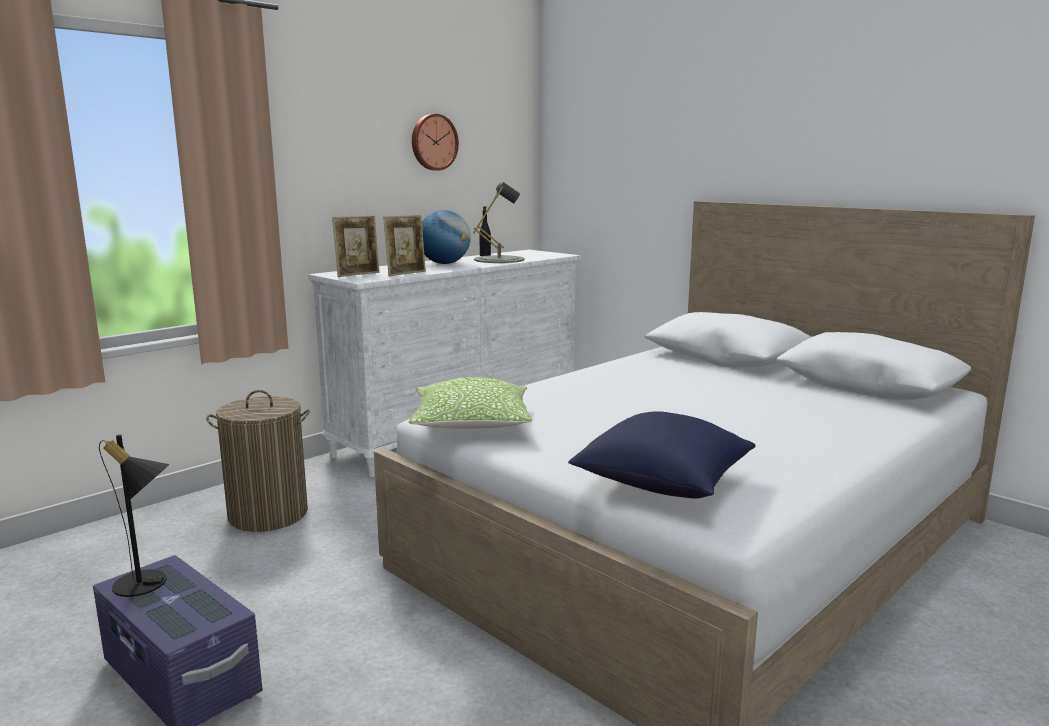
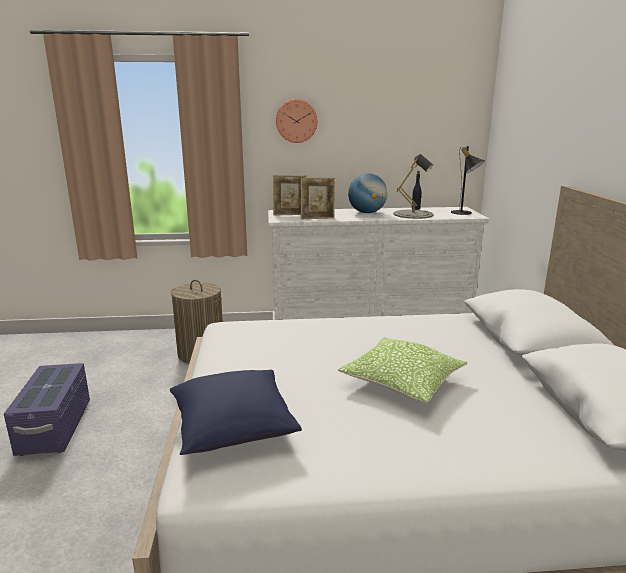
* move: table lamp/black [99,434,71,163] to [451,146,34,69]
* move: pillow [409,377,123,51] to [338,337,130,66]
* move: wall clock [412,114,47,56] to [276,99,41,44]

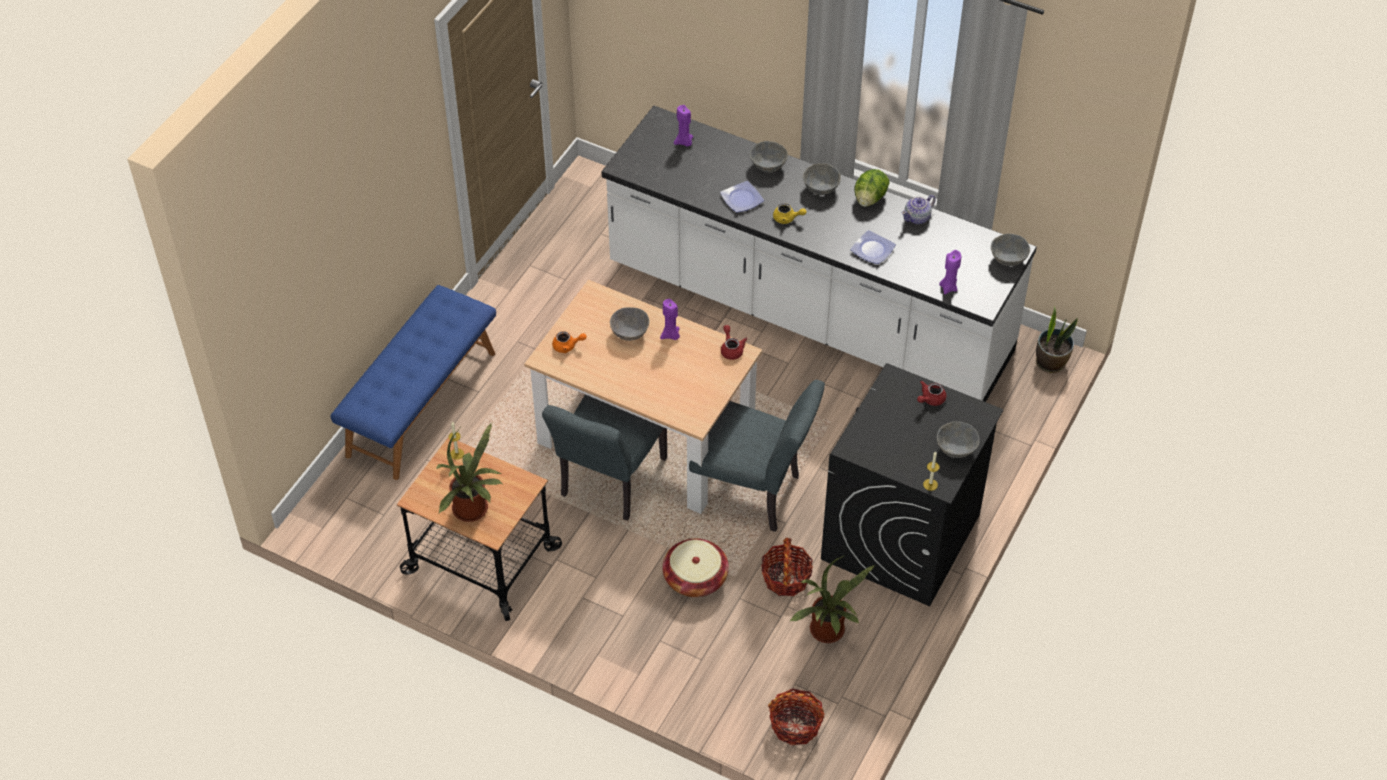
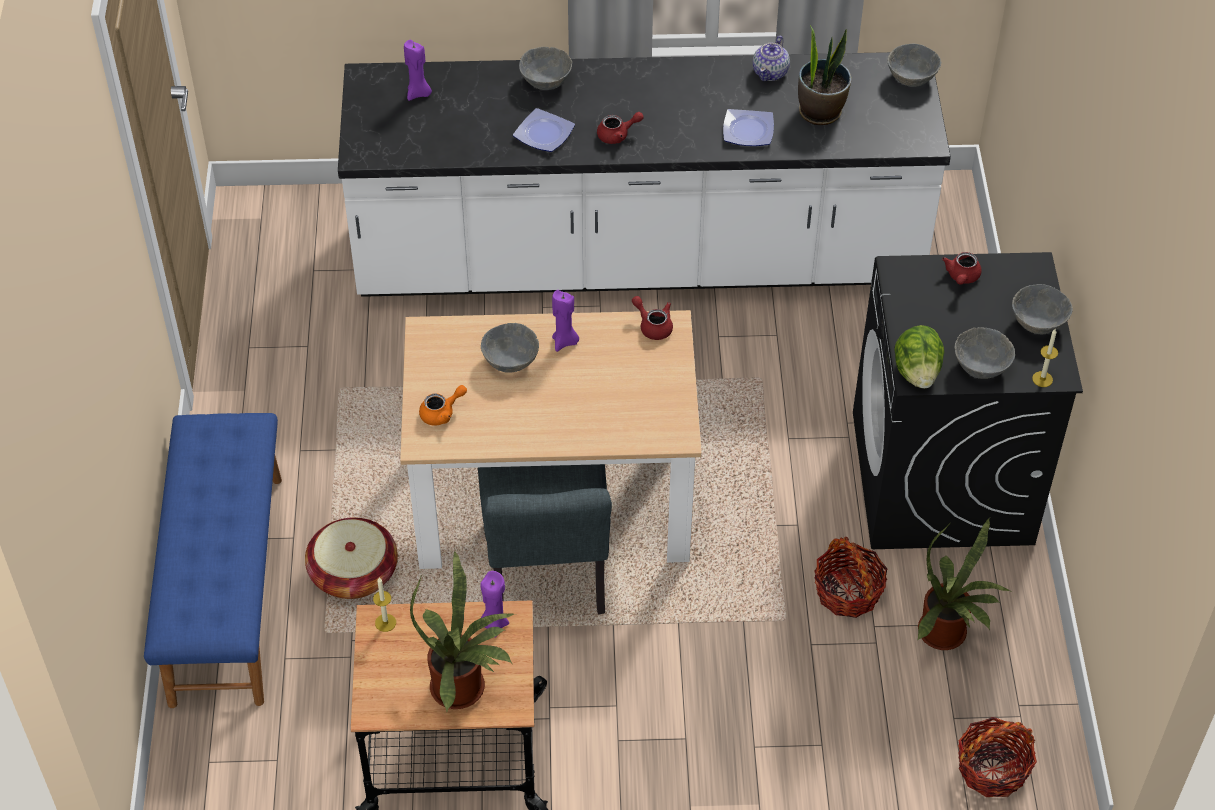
* move: basket [662,539,67,58] to [305,517,93,82]
* delete: chair/grey [689,380,136,152]
* recolor: teapot/yellow [773,203,33,21] to teapot/red [597,112,47,32]
* move: bowl/grey [803,163,38,32] to [954,327,61,52]
* move: lettuce [854,169,35,38] to [894,325,50,63]
* move: candle/purple [939,250,22,44] to [481,571,28,67]
* move: potted plant [1036,306,42,67] to [798,26,53,99]

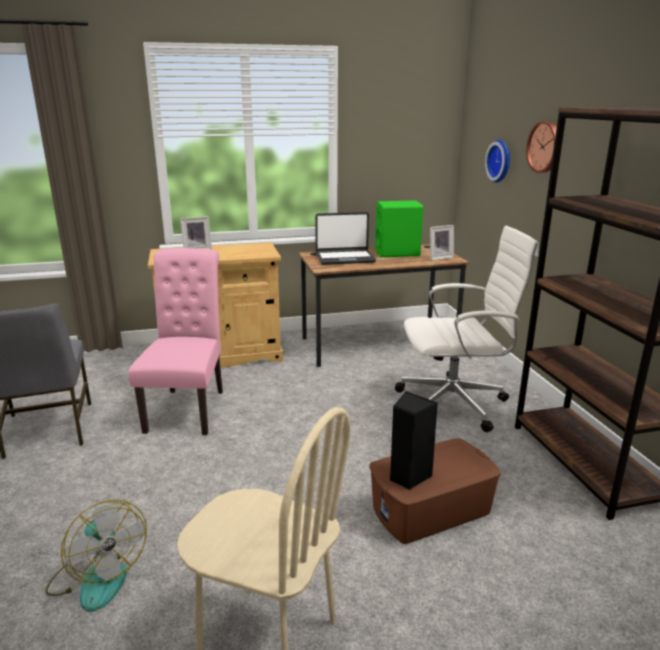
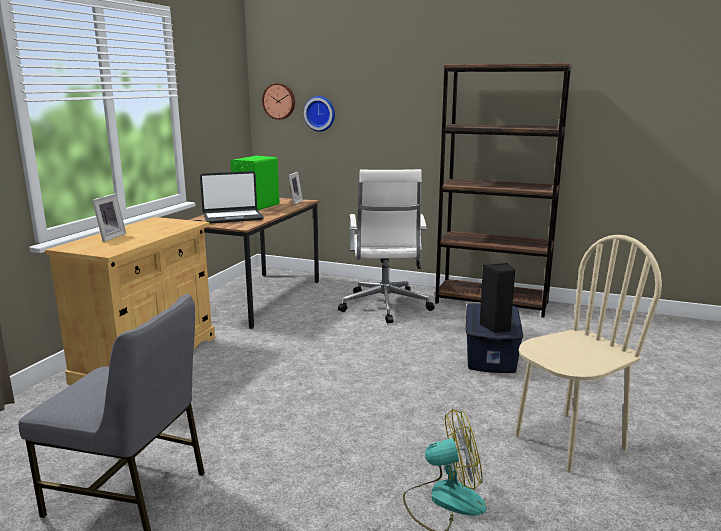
* delete: chair/pink [128,248,95,187]
* rotate: laptop [315,212,61,53] = [200,171,64,53] 45 degrees clockwise
* recolor: storage box/brown [369,438,132,106] to storage box/blue [466,303,57,70]
* rotate: office chair/white [395,226,144,206] = [338,169,97,154] 150 degrees clockwise
* move: wall clock [526,121,31,52] to [262,83,33,37]

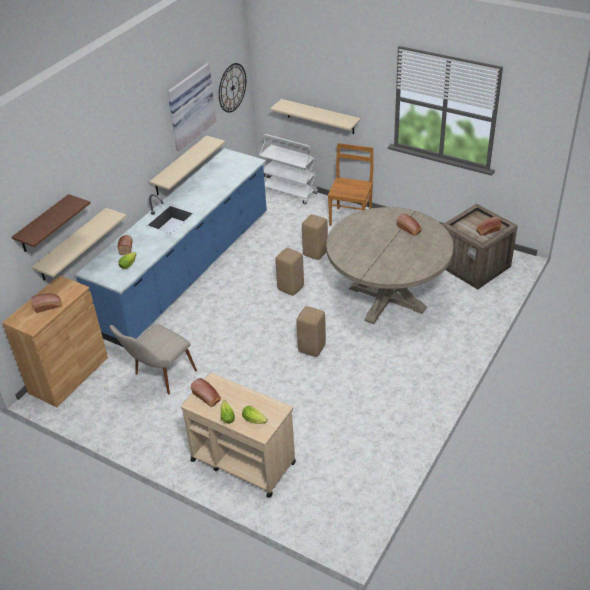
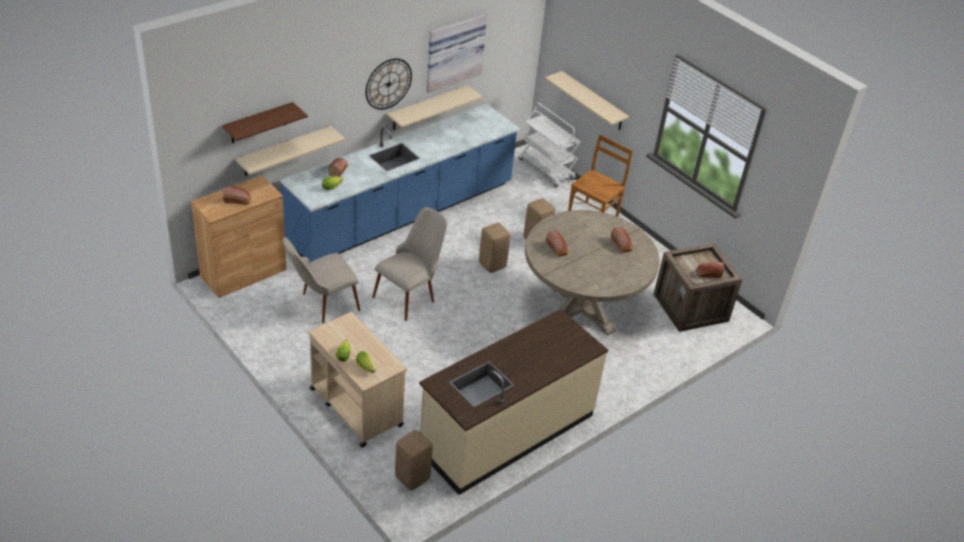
* move: bread [190,378,31,29] to [546,230,22,27]
* move: wall clock [219,63,27,50] to [365,58,47,52]
* move: stool/beige [296,306,30,51] to [395,430,37,61]
* insert: chair/beige [372,207,75,114]
* insert: counter/beige [419,309,189,186]

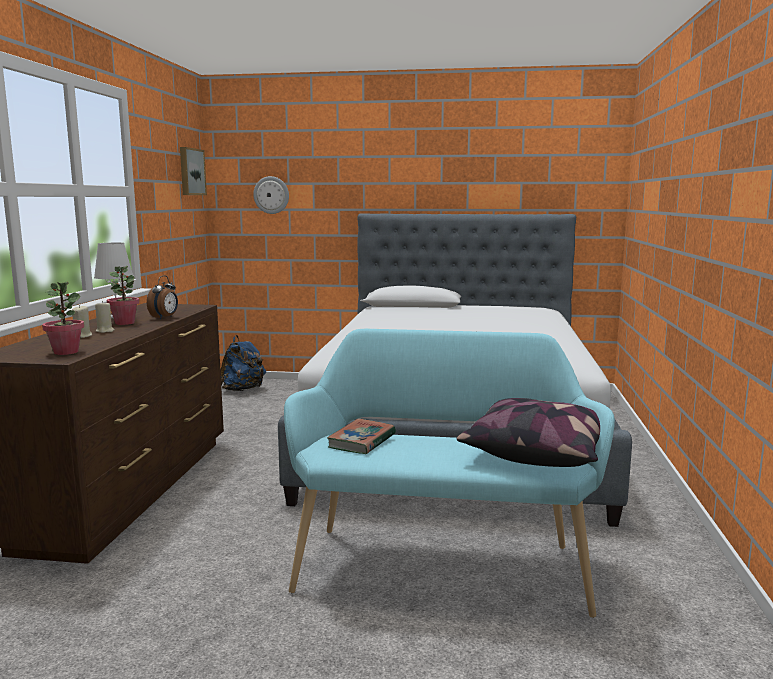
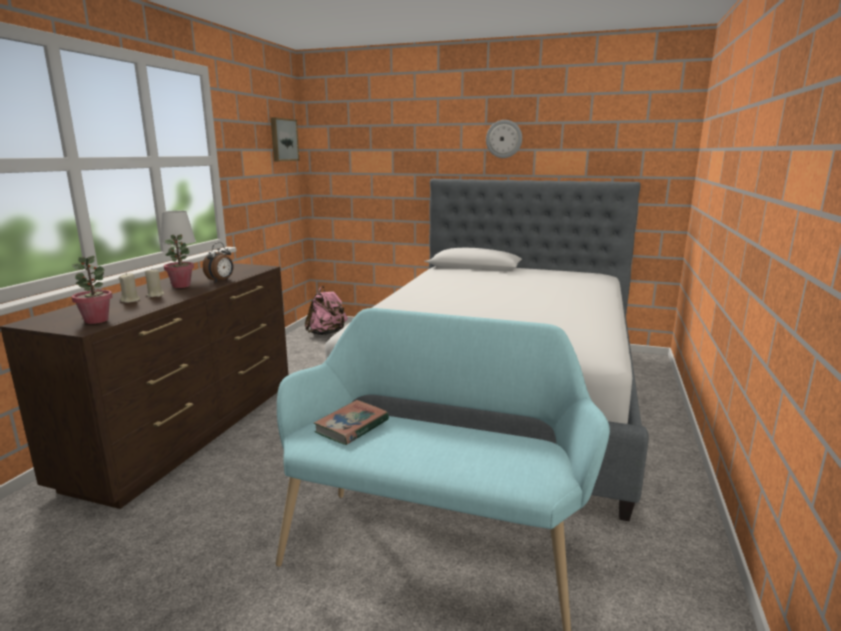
* recolor: backpack/blue [220,335,46,56] to backpack/pink [305,286,43,49]
* move: wall clock [253,176,36,38] to [486,120,36,38]
* delete: pillow [456,398,144,69]

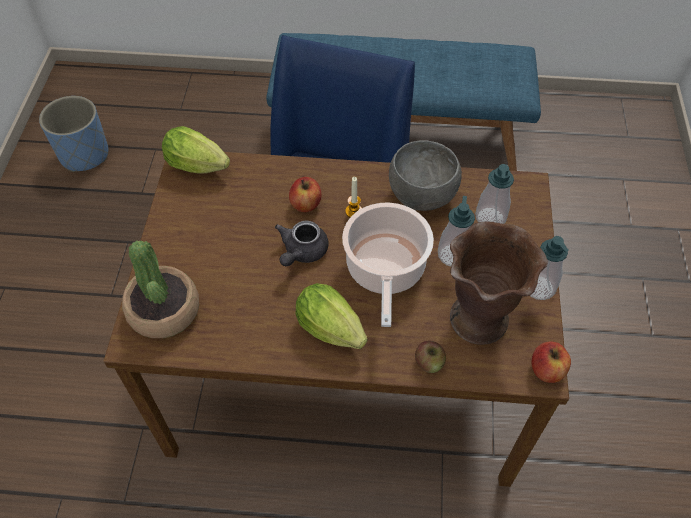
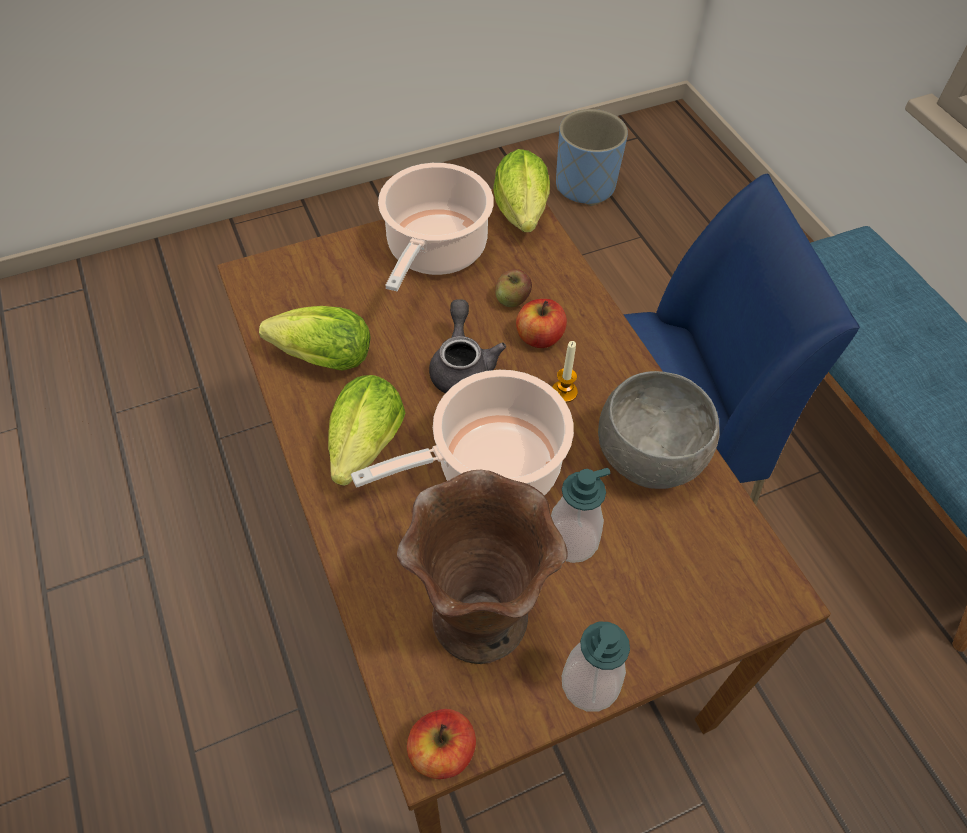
* delete: potted plant [122,241,77,97]
* rotate: teapot/grey [275,221,54,45] = [429,299,77,94] 90 degrees clockwise
* move: apple [415,341,31,32] to [495,269,37,38]
* delete: soap dispenser [475,164,39,60]
* insert: lettuce [259,306,111,64]
* insert: cooking pot [378,163,116,128]

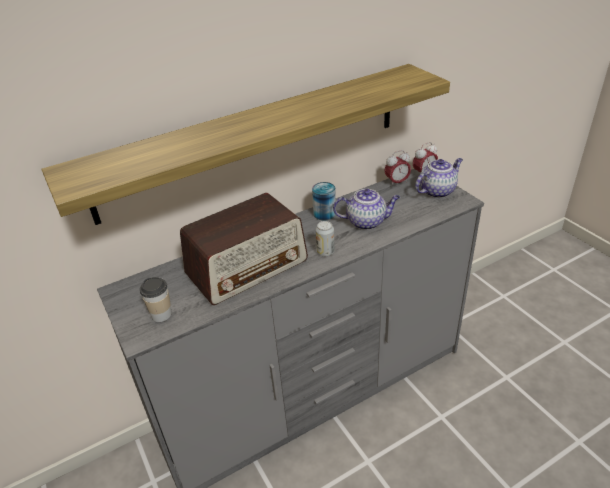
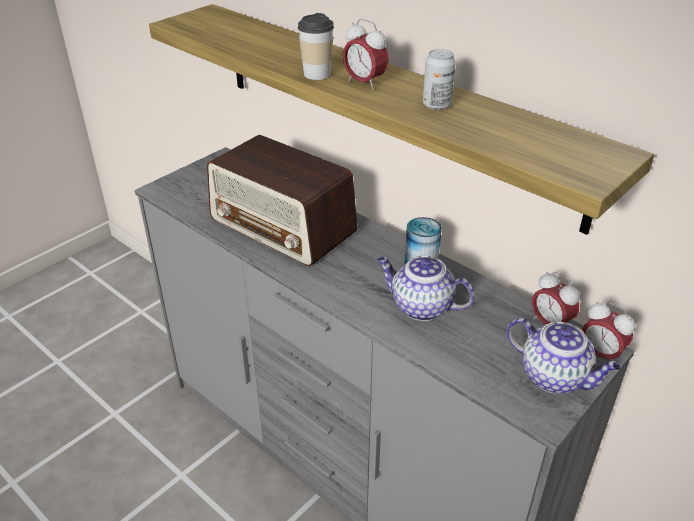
* move: cup [140,277,32,45] to [298,13,36,67]
* move: can [316,221,19,35] to [423,49,33,61]
* rotate: teapot [333,189,67,41] = [377,256,98,65] 135 degrees clockwise
* insert: alarm clock [343,19,46,71]

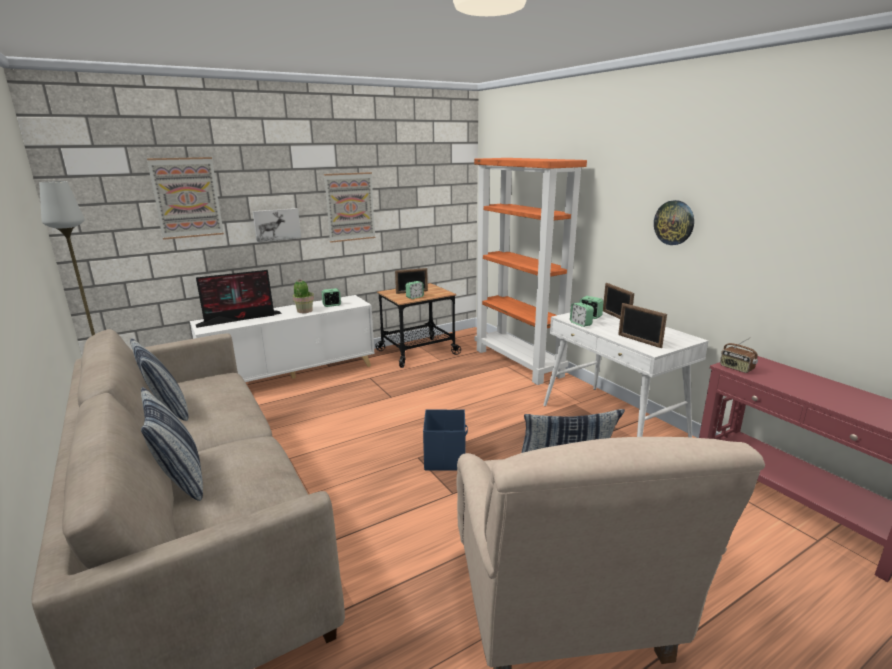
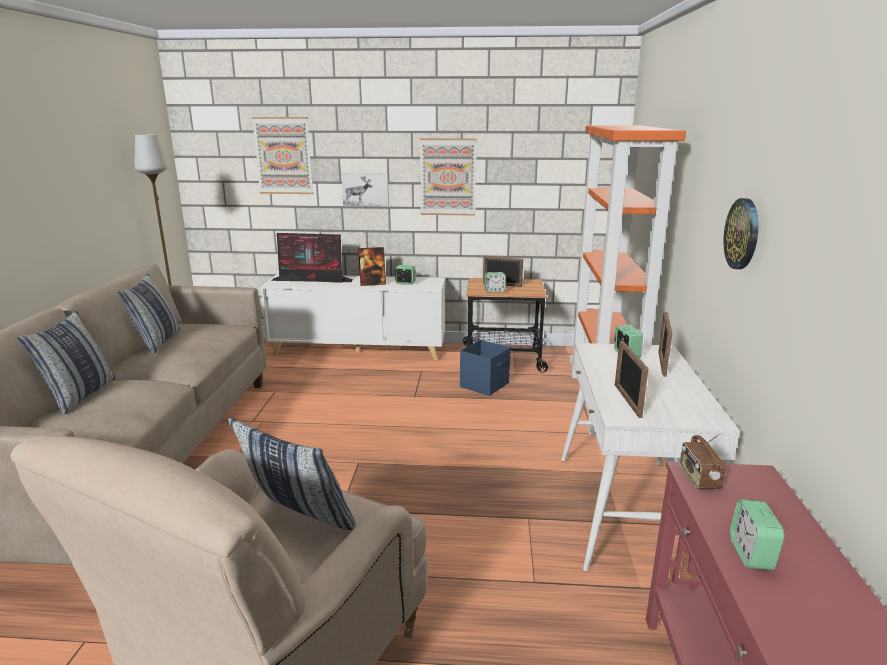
* replace: potted plant [293,279,21,34] to picture frame [358,247,28,39]
* move: storage box/blue [423,410,45,61] to [460,340,51,56]
* move: alarm clock [570,302,24,25] to [730,499,54,71]

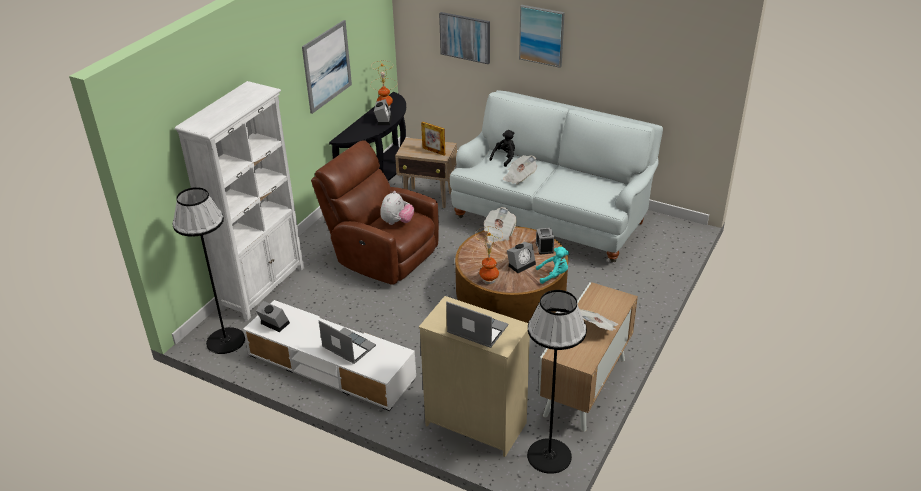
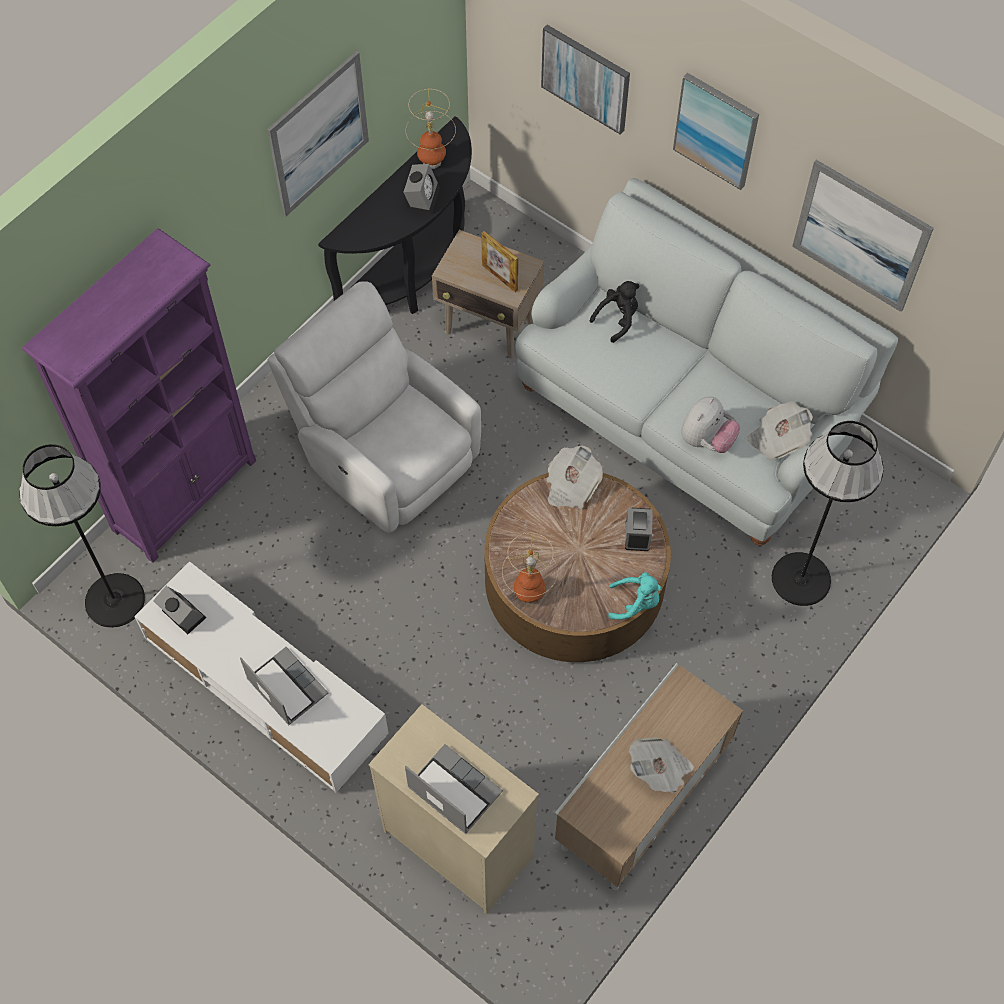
* recolor: bookcase/white [175,81,129,239] to bookcase/purple [22,228,234,335]
* recolor: armchair/brown [311,140,128,145] to armchair/white [267,281,214,252]
* move: plush toy [380,191,34,34] to [681,396,59,57]
* move: newspaper [503,155,34,29] to [748,401,65,60]
* delete: alarm clock [507,242,29,31]
* move: floor lamp/black [527,290,60,184] to [772,421,112,185]
* insert: picture [792,160,142,152]

